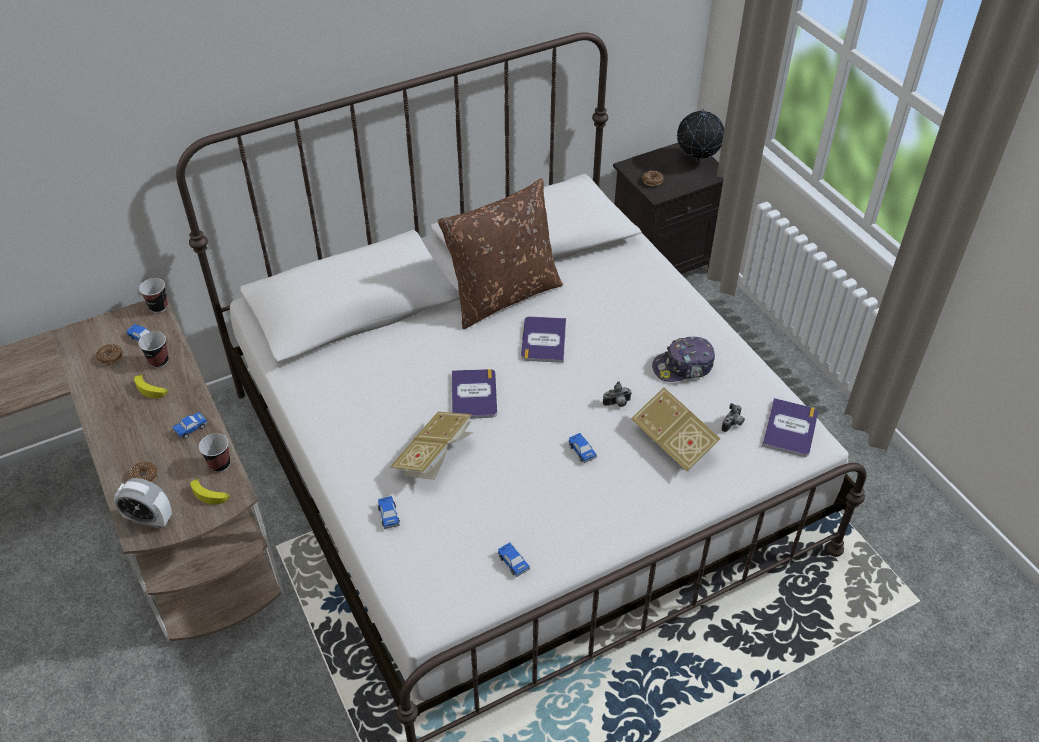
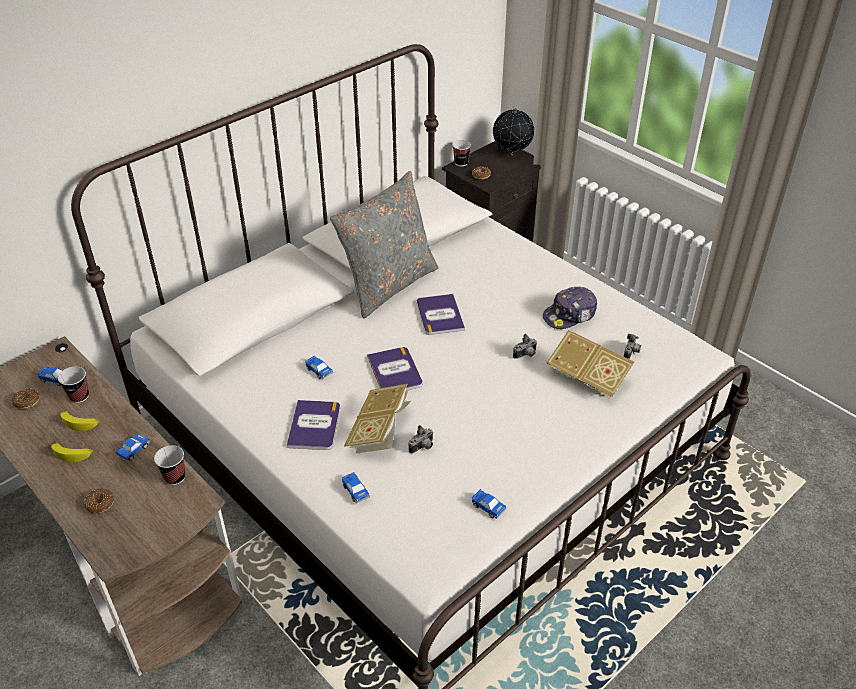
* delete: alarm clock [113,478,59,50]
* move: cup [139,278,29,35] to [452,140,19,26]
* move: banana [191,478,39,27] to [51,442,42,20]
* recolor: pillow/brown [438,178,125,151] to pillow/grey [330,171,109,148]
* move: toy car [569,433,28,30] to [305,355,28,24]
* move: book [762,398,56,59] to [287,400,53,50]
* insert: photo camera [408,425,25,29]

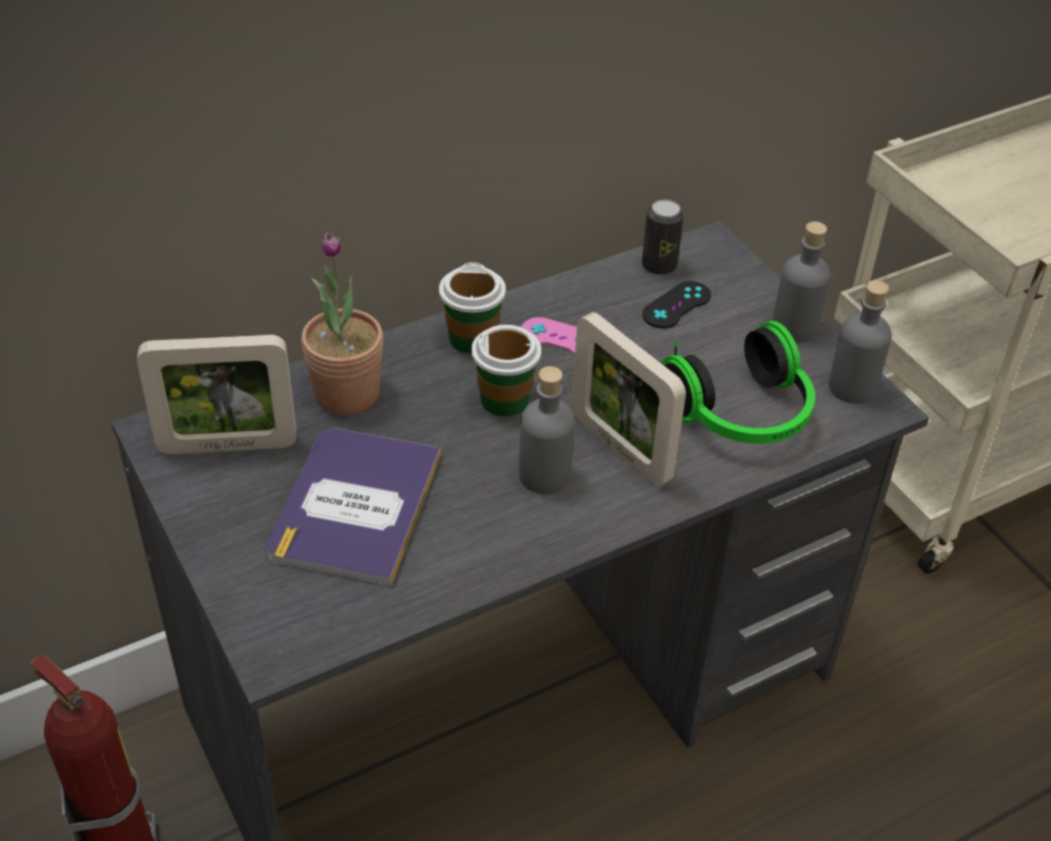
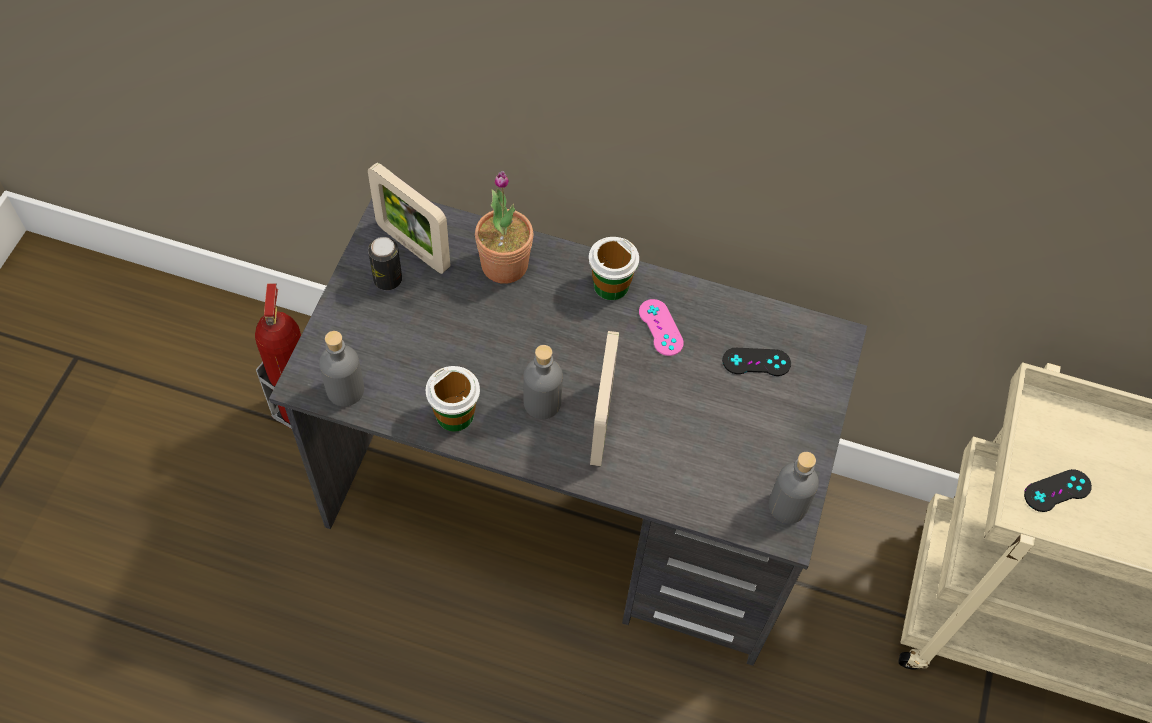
* delete: book [267,428,174,158]
* move: cup [472,325,70,92] to [426,366,54,66]
* move: can [642,200,42,75] to [368,237,34,53]
* delete: headphones [662,321,153,123]
* move: bottle/grey [772,222,59,121] to [319,331,45,75]
* insert: game controller/black [1024,469,68,43]

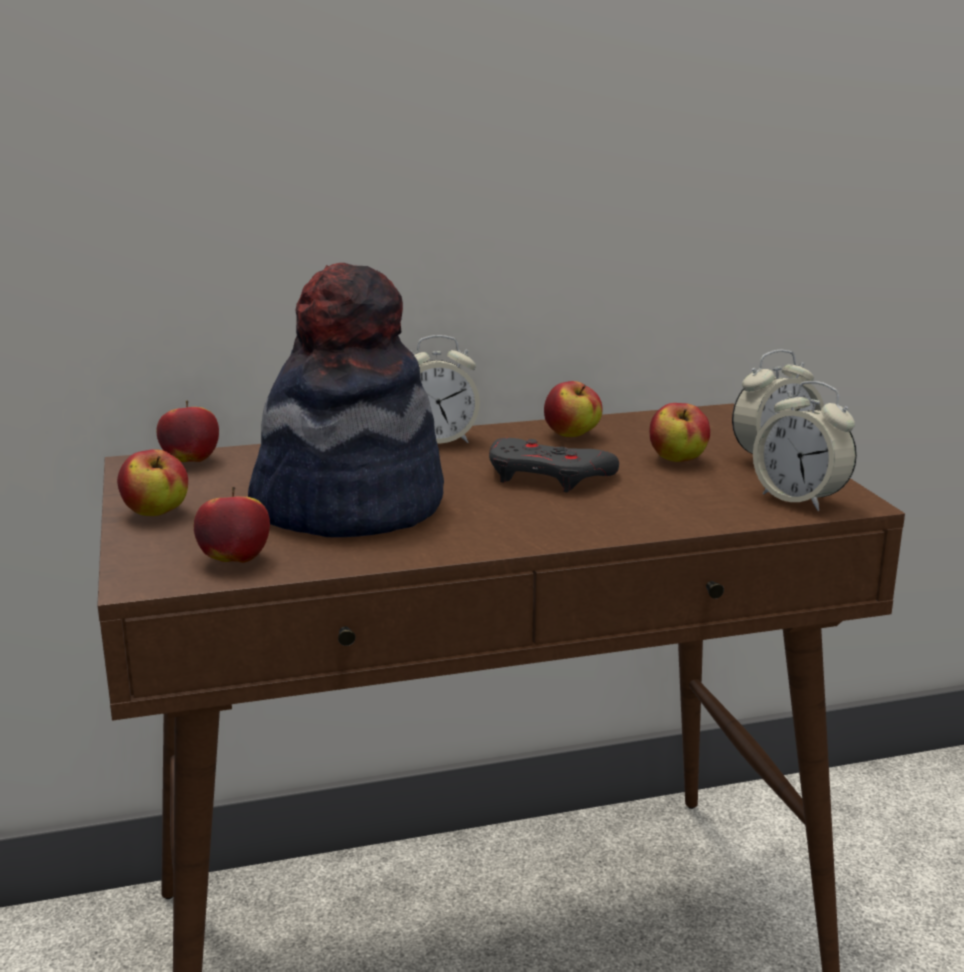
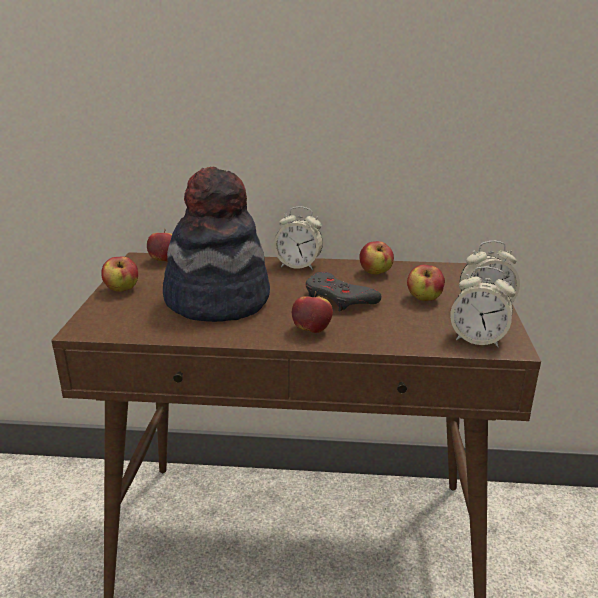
* move: apple [194,487,76,76] to [292,291,41,42]
* rotate: alarm clock [753,381,104,130] = [450,266,66,82] 45 degrees counterclockwise

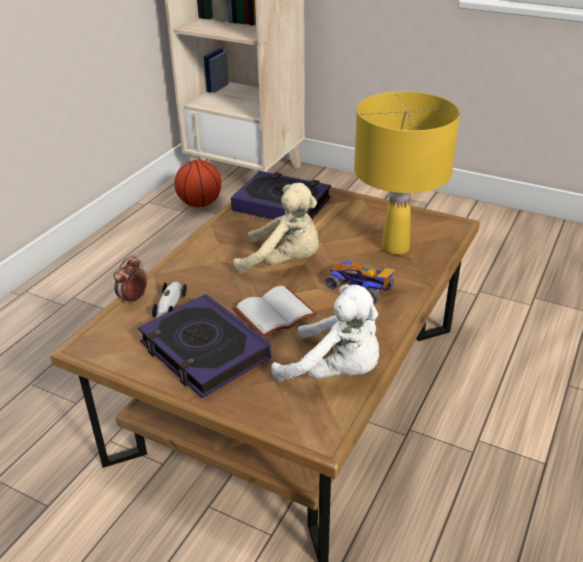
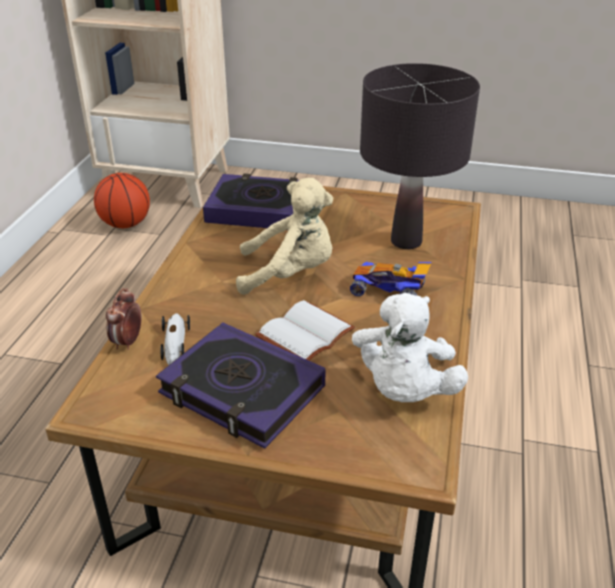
* rotate: plush toy/white [271,284,108,97] = [352,292,116,110] 90 degrees clockwise
* recolor: table lamp/yellow [354,91,106,164] to table lamp/black [360,63,120,186]

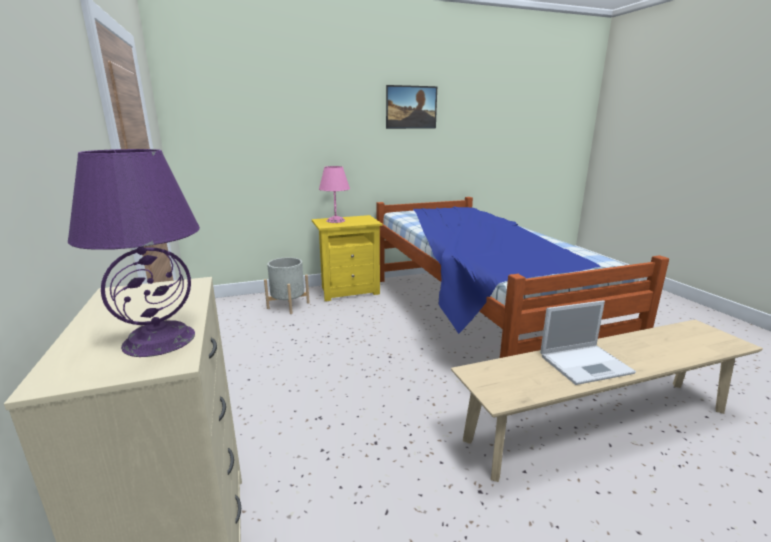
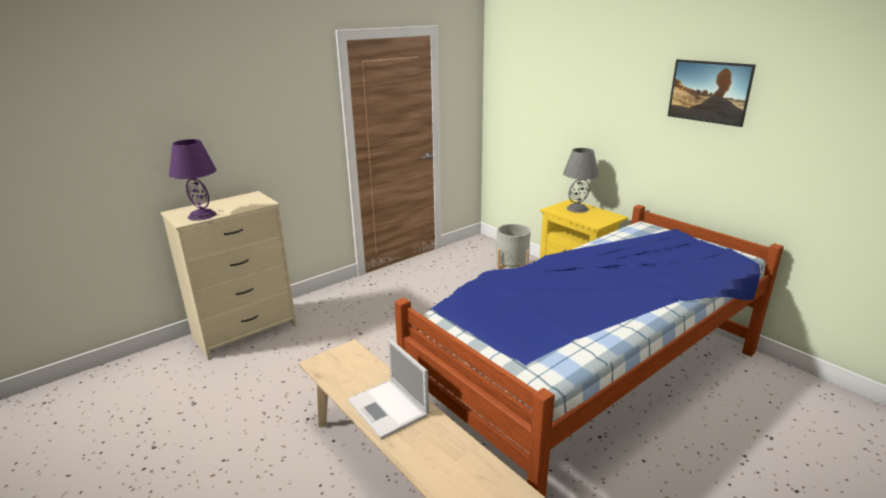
* recolor: table lamp/pink [319,166,31,57] to table lamp/grey [563,148,36,65]

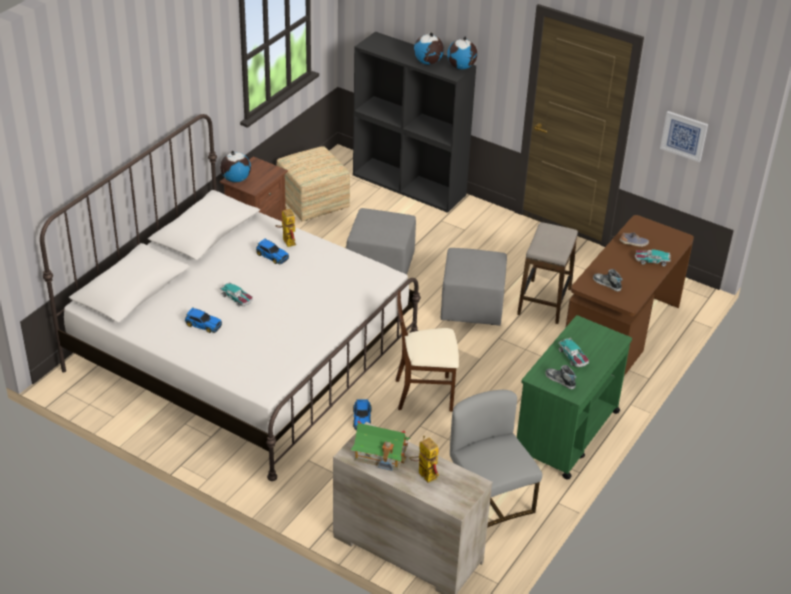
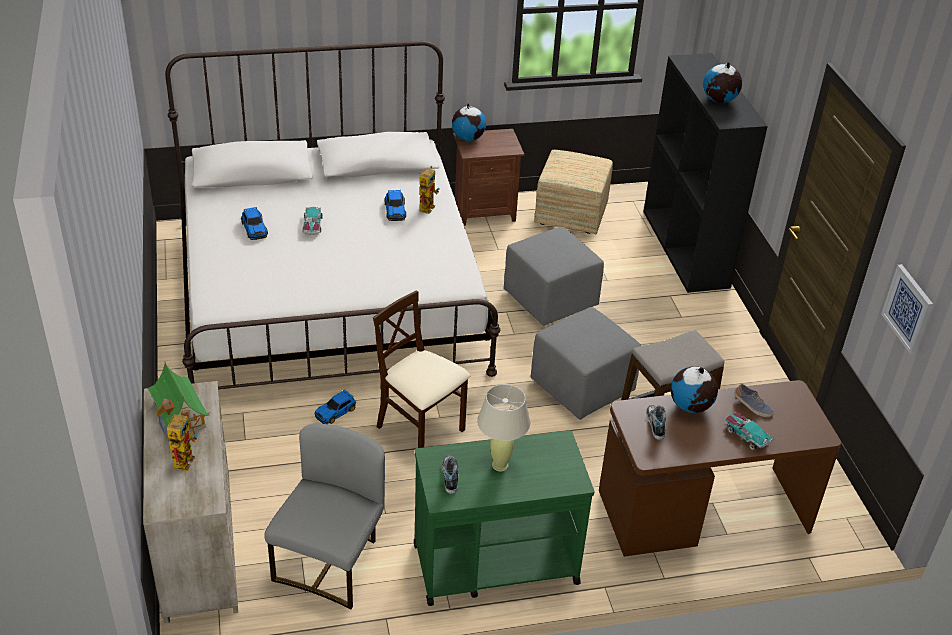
* move: globe [447,36,30,33] to [671,366,47,47]
* replace: toy car [558,338,31,29] to table lamp/beige [477,384,53,87]

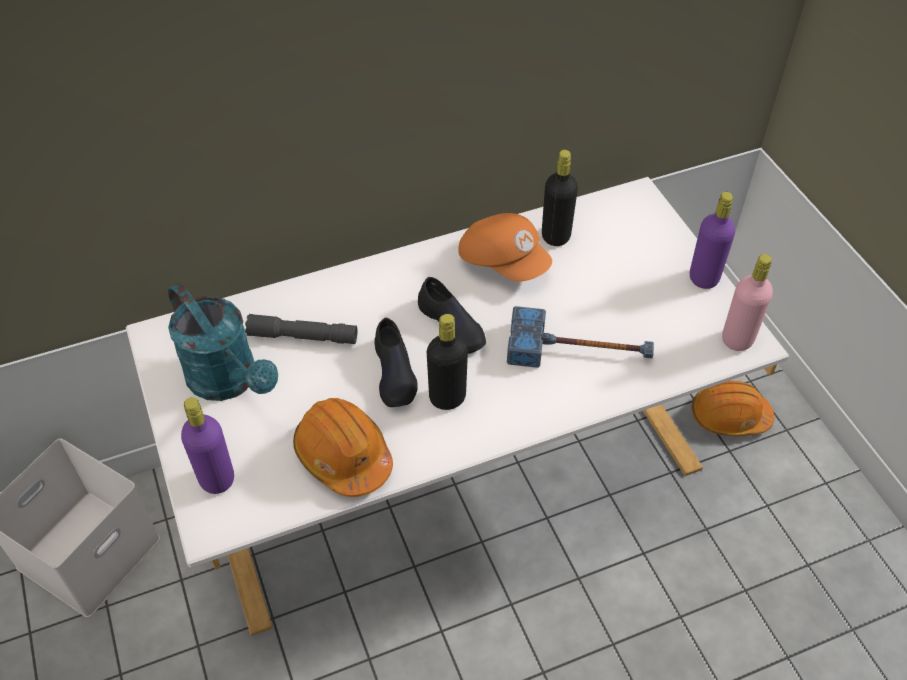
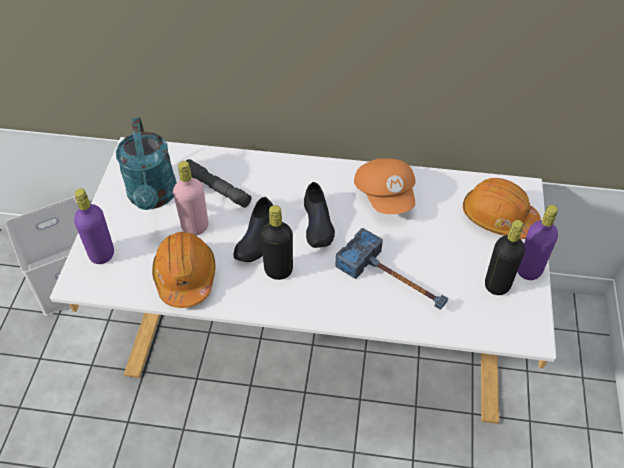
* move: bottle/black [542,150,36,96] to [485,220,40,75]
* move: hard hat/orange [692,381,82,55] to [463,178,78,61]
* move: bottle/pink [722,254,51,97] to [173,161,35,74]

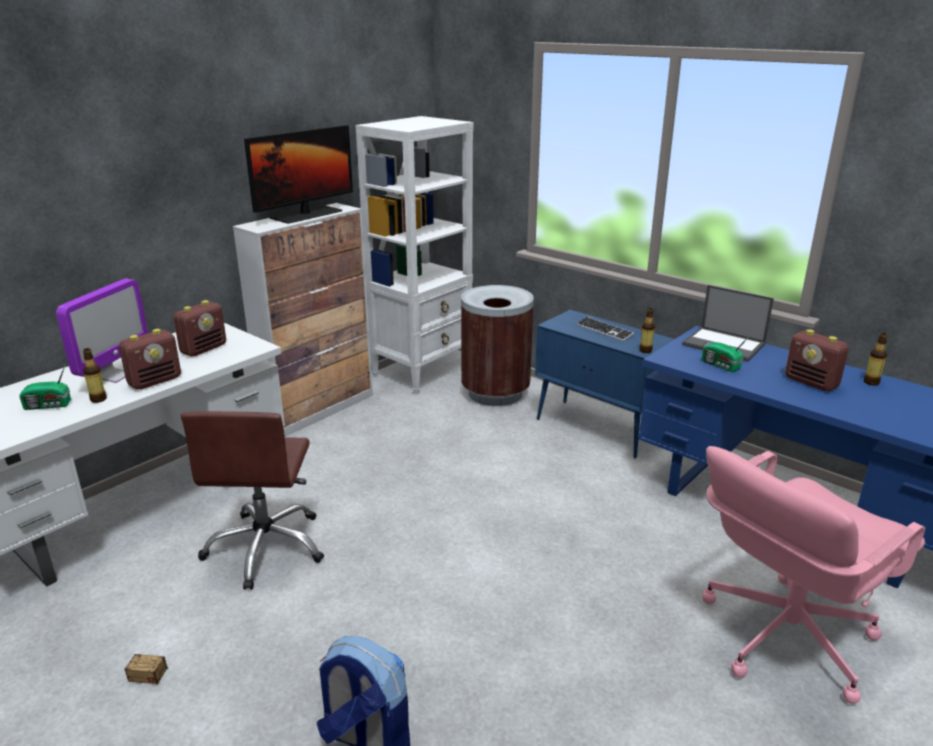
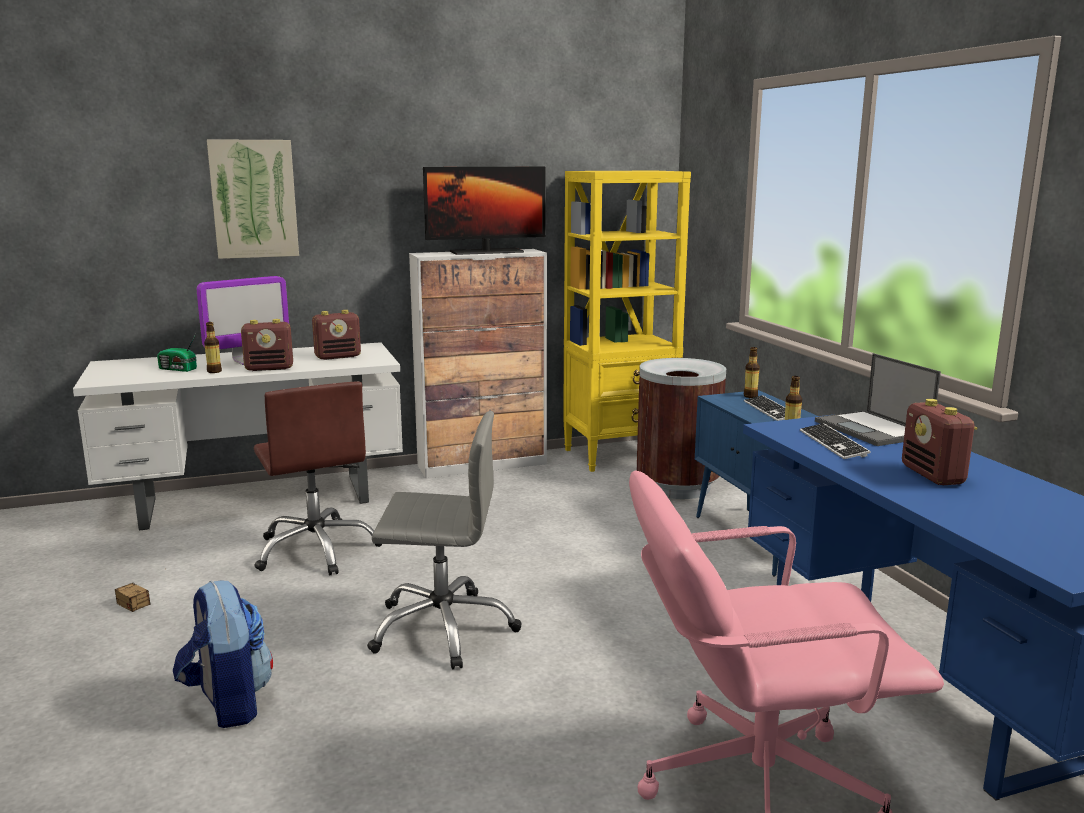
* rotate: office chair/brown [181,411,143,179] = [254,381,128,194] 60 degrees counterclockwise
* recolor: bookcase/white [355,116,119,279] to bookcase/yellow [563,170,128,302]
* replace: radio [702,338,46,34] to keyboard [800,423,71,36]
* move: bottle [864,333,24,52] to [744,347,16,51]
* insert: picture [207,139,92,120]
* insert: office chair/grey [367,411,154,259]

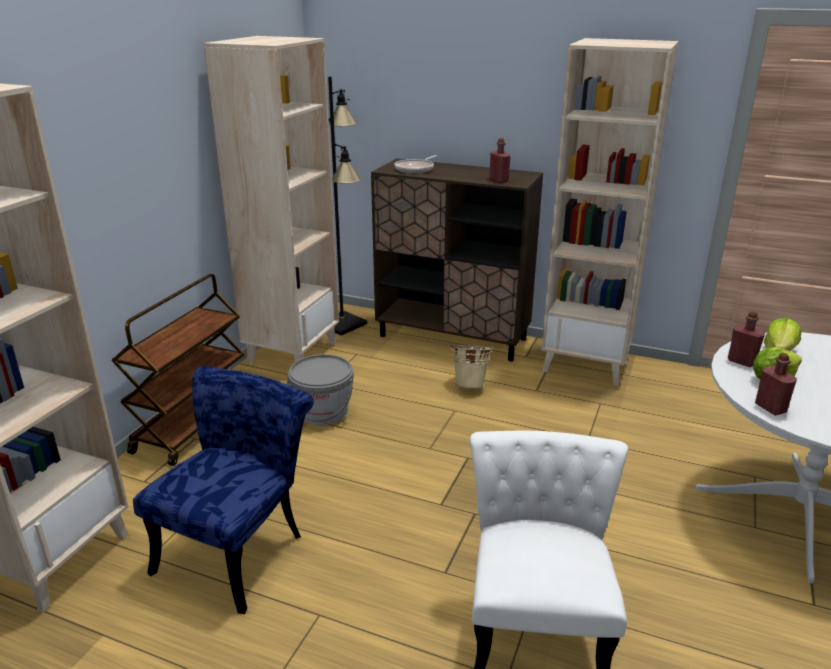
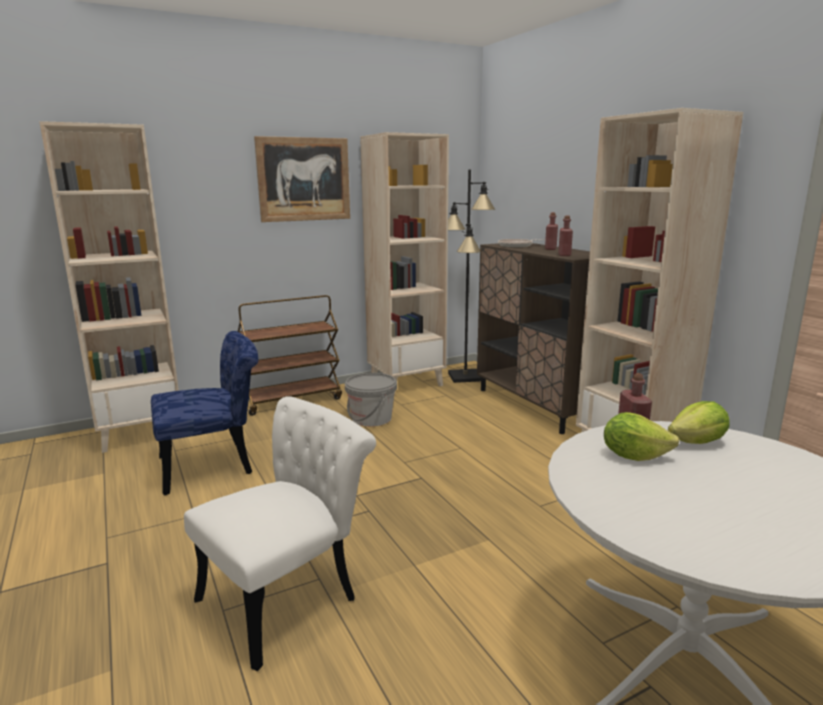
* delete: bucket/beige [451,343,42,46]
* move: bottle/red [755,353,42,62] to [545,212,13,38]
* insert: picture [254,136,96,86]

